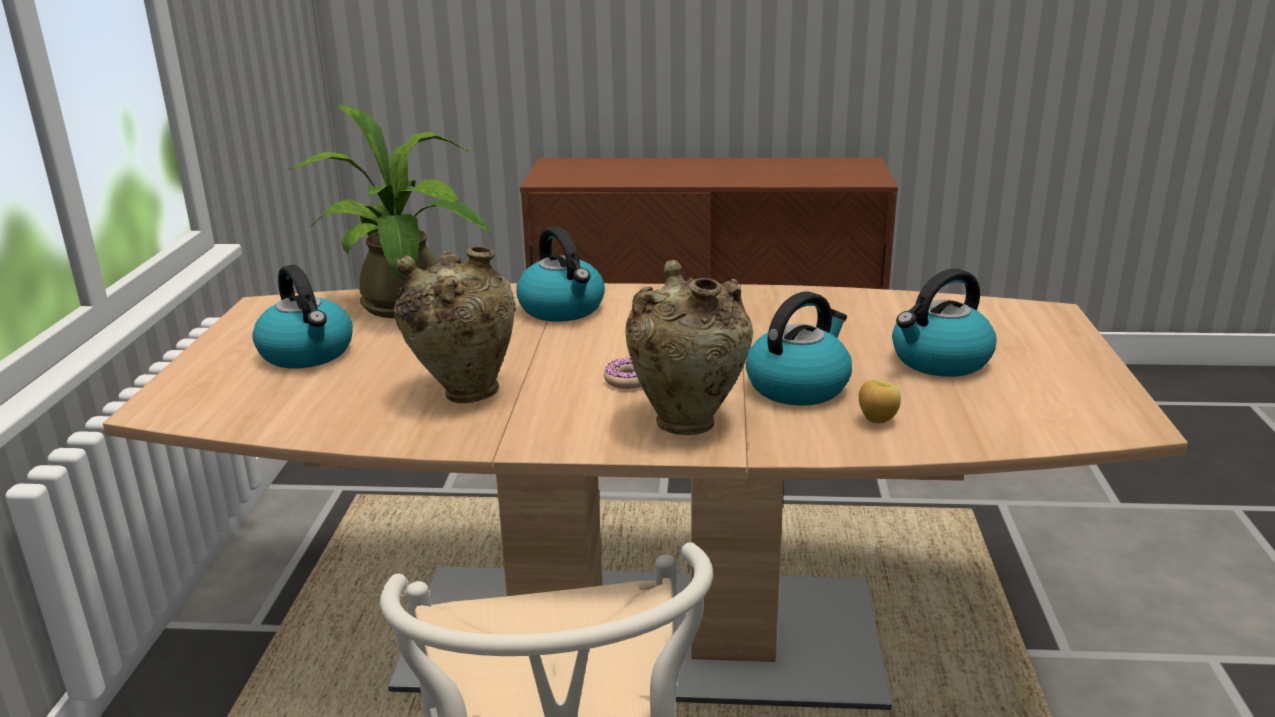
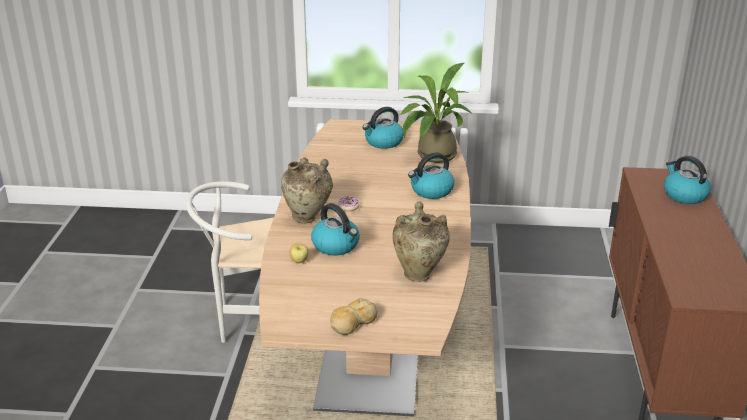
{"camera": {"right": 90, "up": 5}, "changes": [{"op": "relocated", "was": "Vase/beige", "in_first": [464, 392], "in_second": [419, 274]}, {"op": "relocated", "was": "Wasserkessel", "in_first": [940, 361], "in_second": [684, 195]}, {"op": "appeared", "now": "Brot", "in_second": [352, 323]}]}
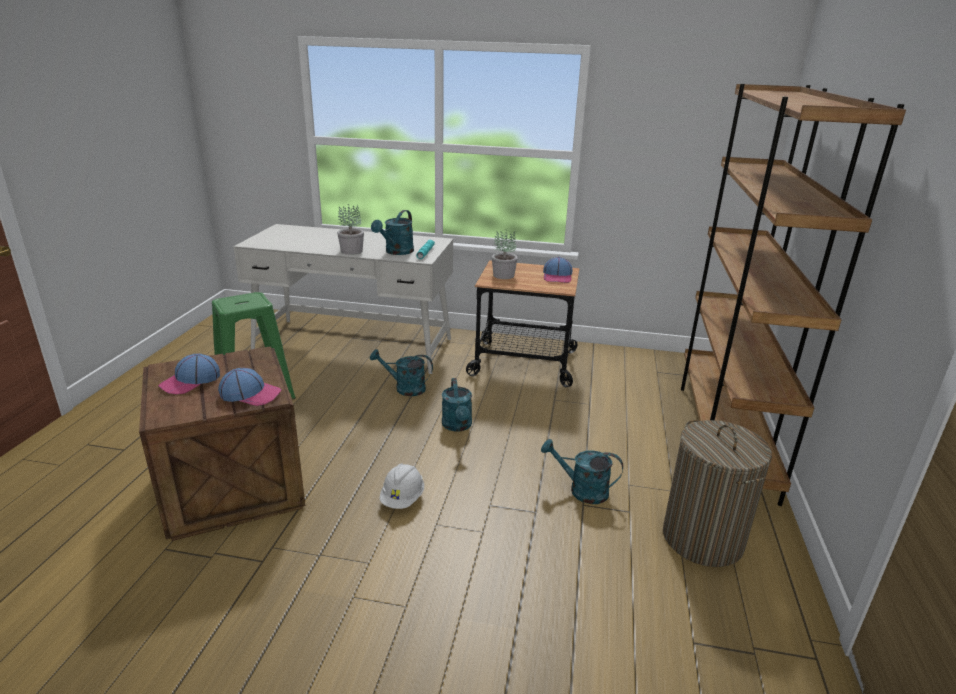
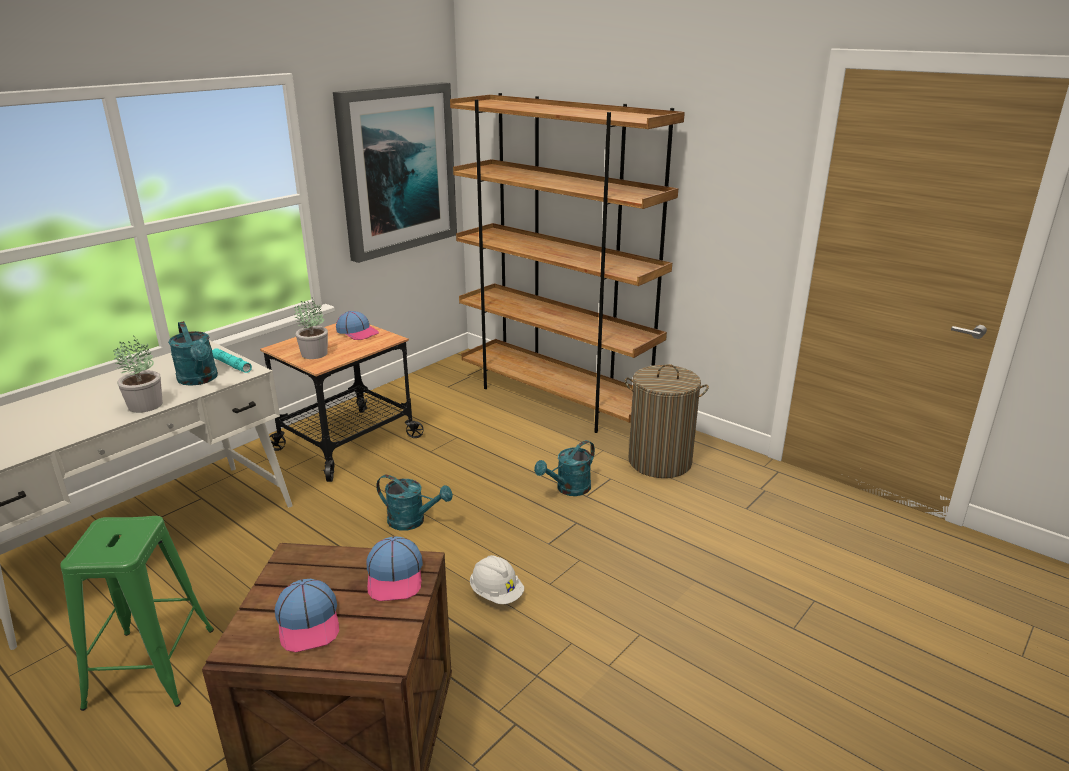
{"camera": {"right": -60, "up": 0}, "changes": [{"op": "spun", "was": "Kappe", "in_first": [250, 394], "in_second": [395, 577], "clockwise": 135}, {"op": "missing", "was": "Gießkanne/türkis", "in_first": [404, 388]}, {"op": "appeared", "now": "Bild", "in_second": [397, 170]}]}
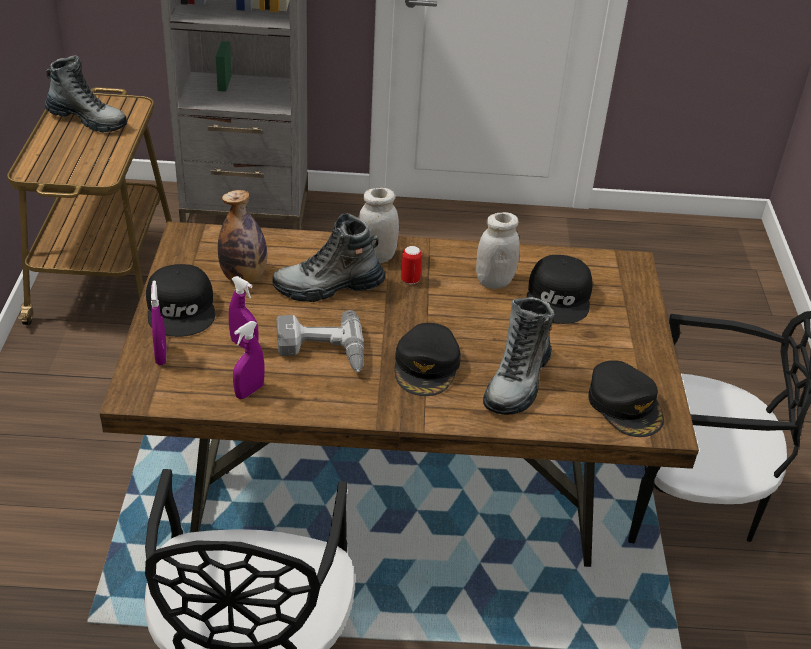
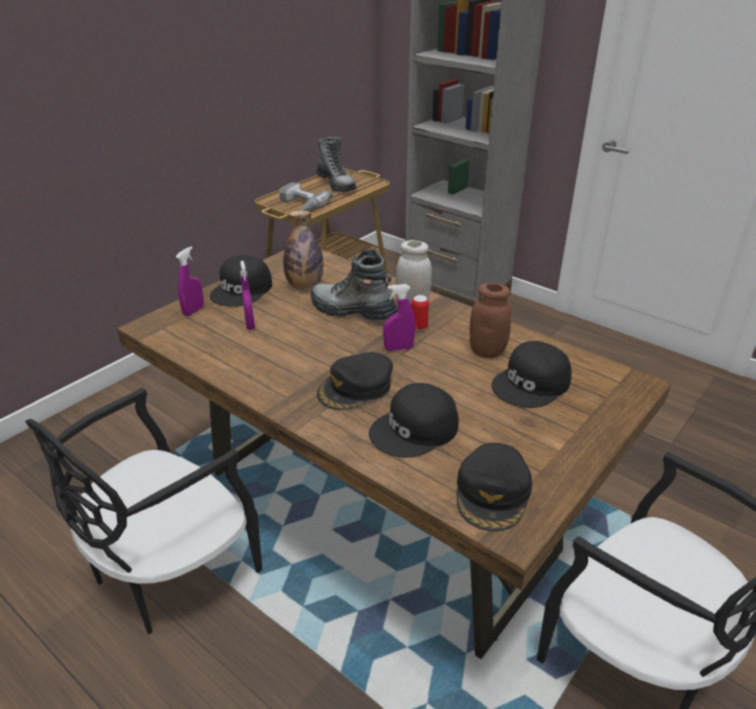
{"camera": {"right": 40, "up": -5}, "changes": [{"op": "relocated", "was": "Sprühflasche/lila", "in_first": [249, 391], "in_second": [398, 348]}, {"op": "relocated", "was": "Bohrmaschine", "in_first": [321, 353], "in_second": [301, 204]}, {"op": "colour", "was": "Vorratsglas/weiß", "now": "Vorratsglas/braun", "in_first": [494, 281], "in_second": [487, 352]}, {"op": "exchanged", "was": "Stiefel", "now": "Kappe/schwarz", "in_first": [517, 382], "in_second": [415, 430]}]}
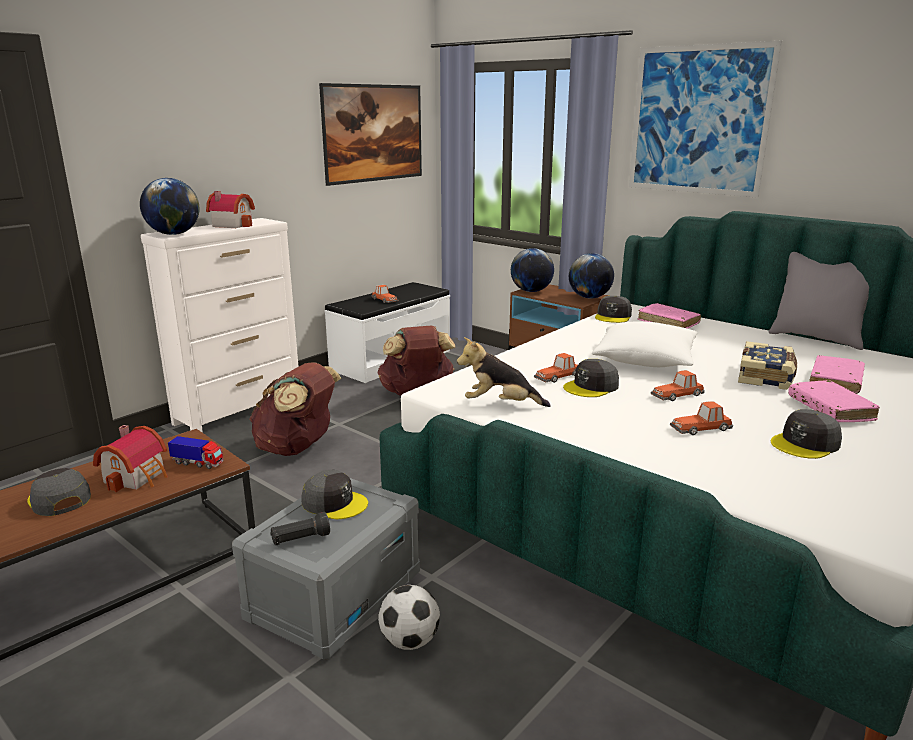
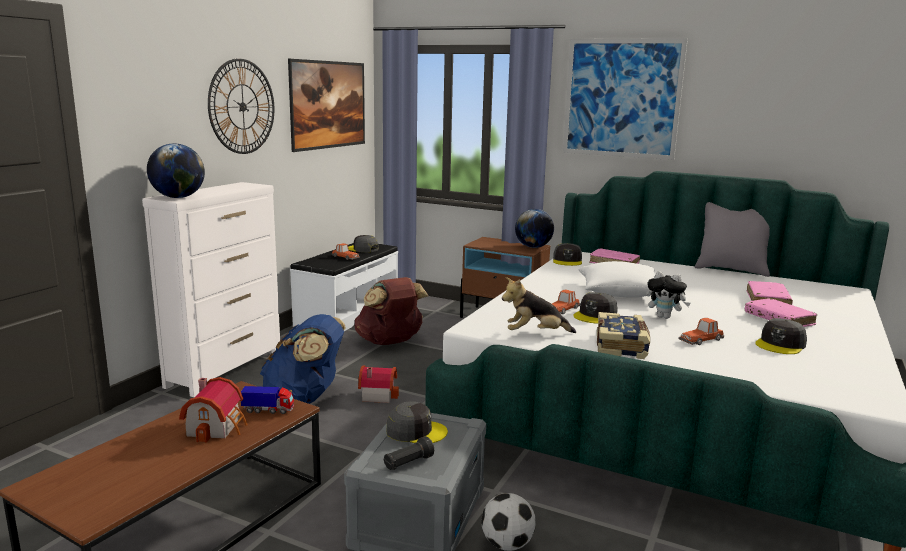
{"camera": {"right": -15, "up": -5}, "changes": [{"op": "relocated", "was": "Kappe/grau", "in_first": [59, 499], "in_second": [362, 249]}, {"op": "relocated", "was": "Spielzeughaus", "in_first": [233, 225], "in_second": [377, 395]}, {"op": "colour", "was": "Rucksack/braun", "now": "Rucksack/blau", "in_first": [297, 448], "in_second": [305, 398]}, {"op": "missing", "was": "Globus", "in_first": [531, 291]}, {"op": "exchanged", "was": "Spielzeugauto", "now": "Plüschtier", "in_first": [677, 395], "in_second": [664, 317]}, {"op": "relocated", "was": "Buch", "in_first": [766, 377], "in_second": [622, 347]}, {"op": "appeared", "now": "Wanduhr", "in_second": [242, 107]}]}
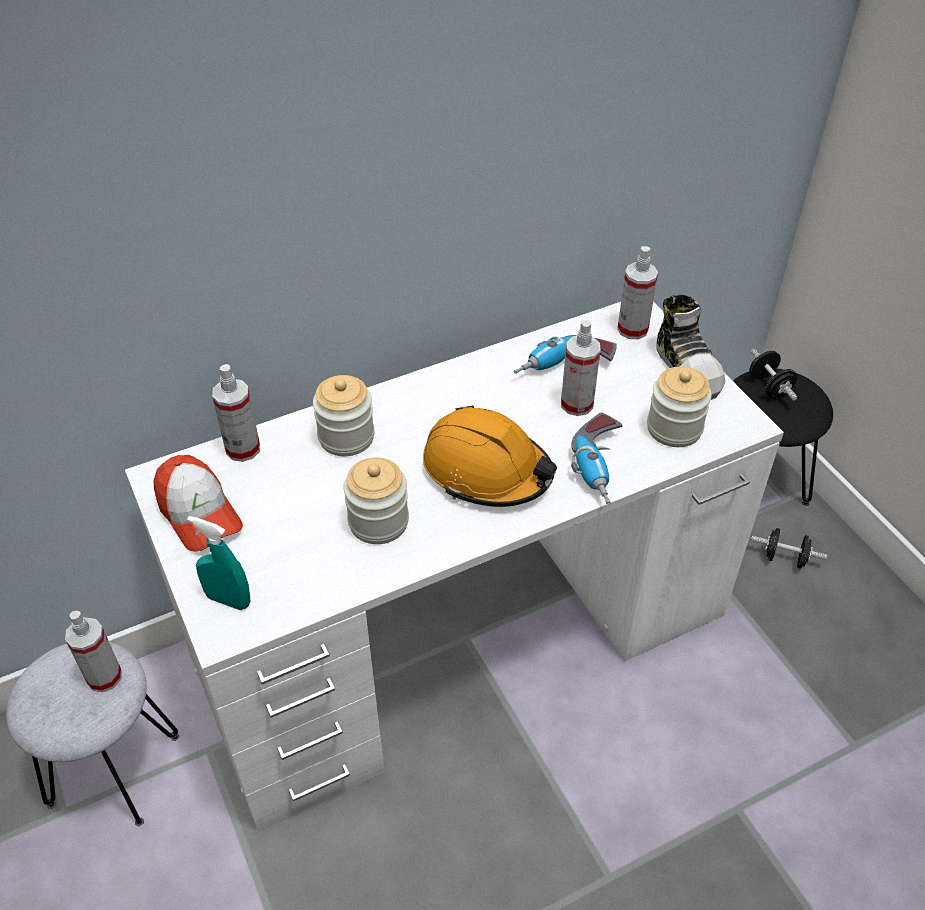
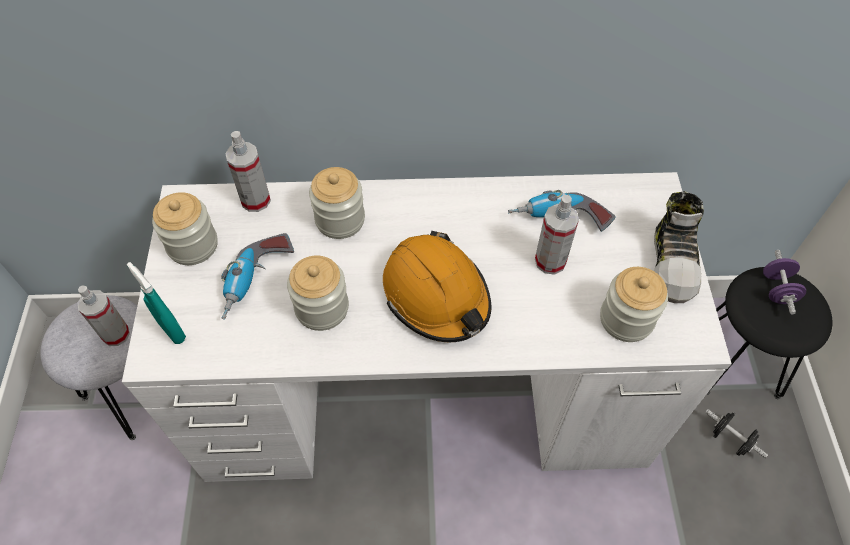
{"camera": {"right": 25, "up": 10}, "changes": [{"op": "exchanged", "was": "Kappe", "now": "Vorratsglas", "in_first": [199, 513], "in_second": [192, 245]}, {"op": "relocated", "was": "Bohrmaschine", "in_first": [601, 467], "in_second": [256, 282]}, {"op": "missing", "was": "Sprühflasche", "in_first": [632, 329]}, {"op": "colour", "was": "Hantel/schwarz", "now": "Hantel/lila", "in_first": [769, 387], "in_second": [777, 290]}]}
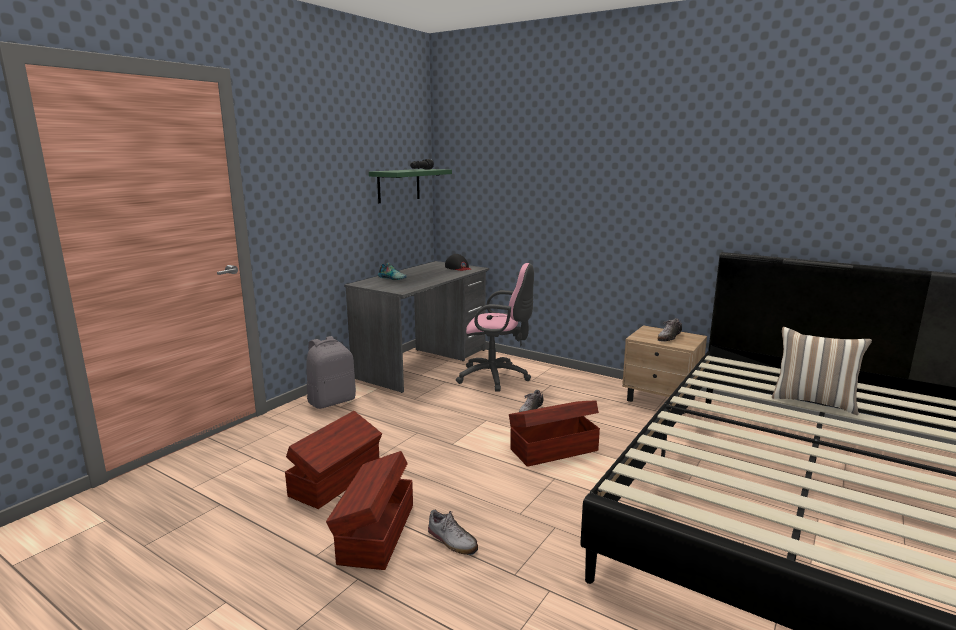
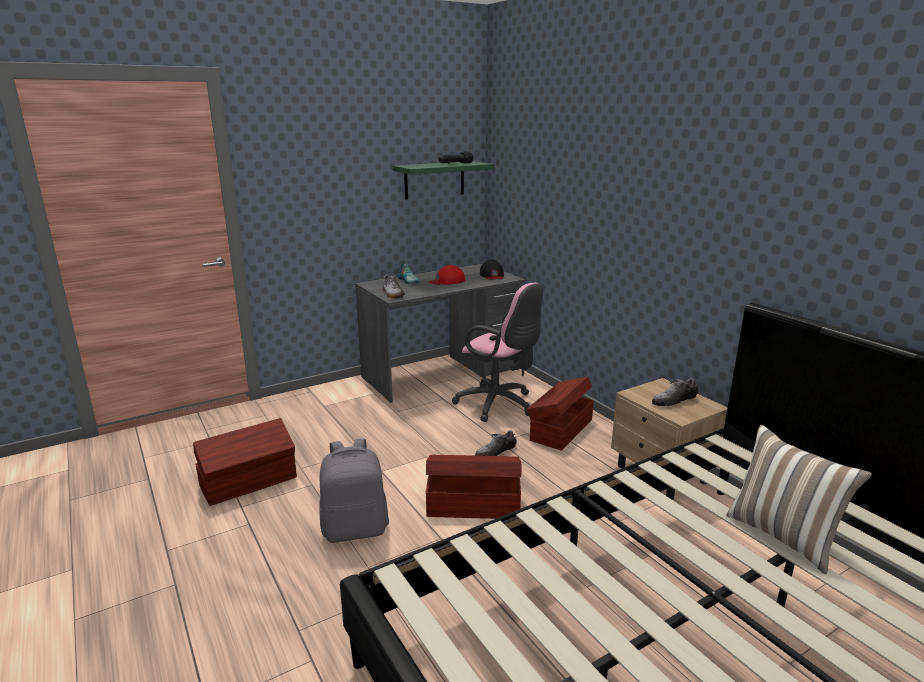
{"camera": {"right": 25, "up": 5}, "changes": [{"op": "relocated", "was": "Rucksack/grau", "in_first": [332, 401], "in_second": [355, 529]}, {"op": "relocated", "was": "Aufbewahrungsbox/braun", "in_first": [375, 533], "in_second": [560, 430]}, {"op": "relocated", "was": "Schuh", "in_first": [452, 540], "in_second": [392, 294]}, {"op": "appeared", "now": "Kappe/rot", "in_second": [447, 281]}]}
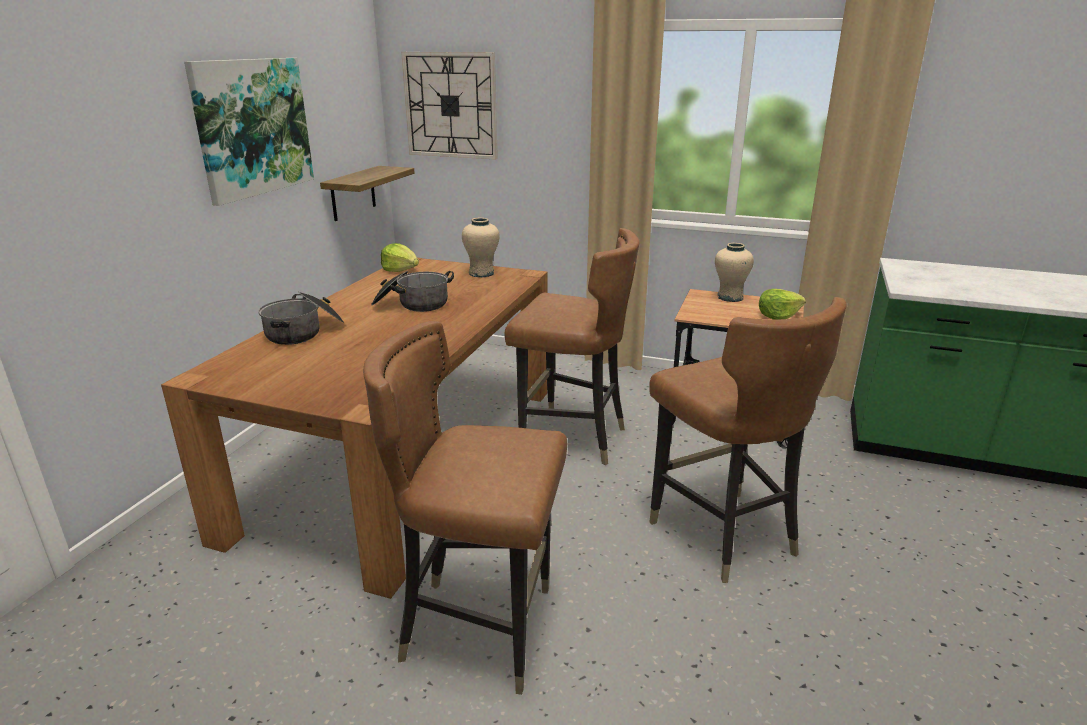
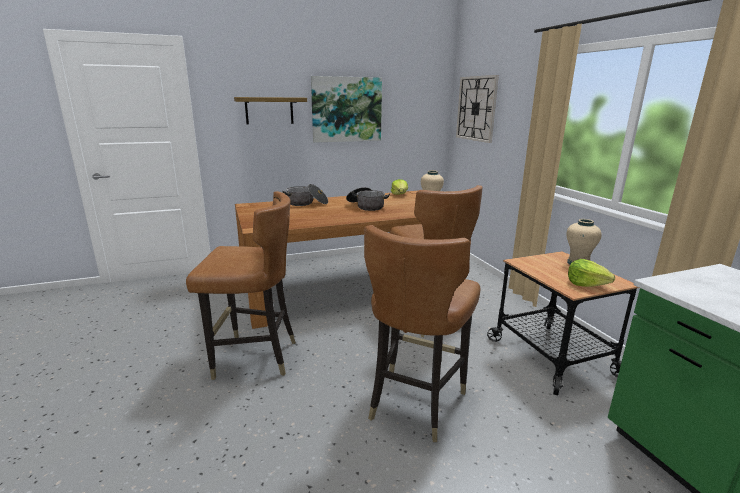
{"camera": {"right": 50, "up": -5}, "changes": [{"op": "relocated", "was": "Wandregal", "in_first": [353, 193], "in_second": [269, 110]}, {"op": "spun", "was": "Stuhl/braun", "in_first": [481, 629], "in_second": [254, 357], "clockwise": 120}]}
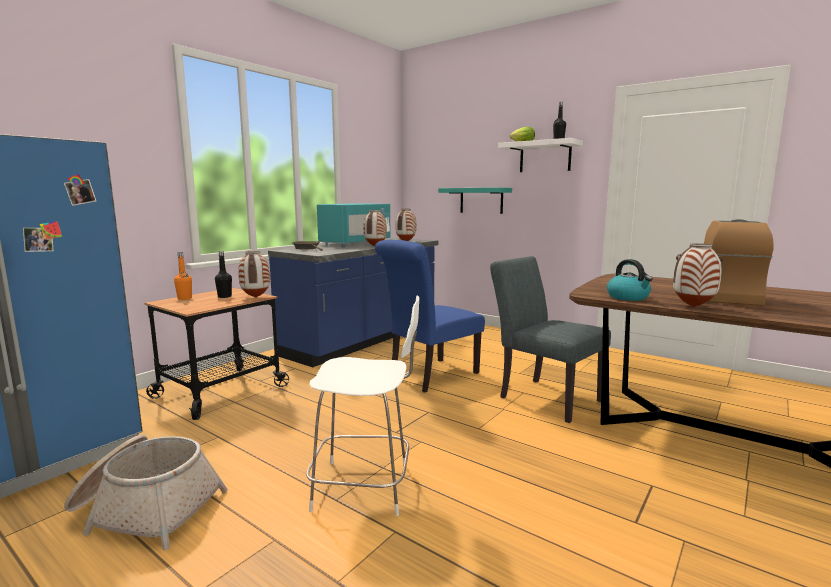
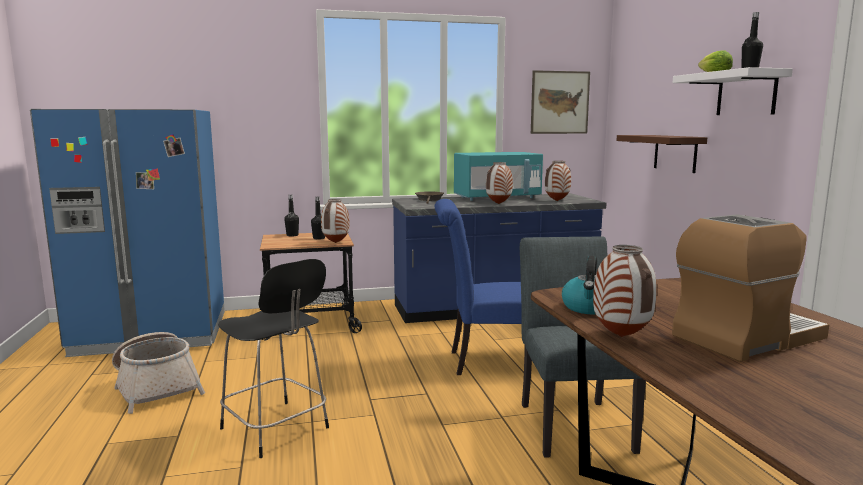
{"camera": {"right": 40, "up": 0}, "changes": [{"op": "colour", "was": "Flasche/orange", "now": "Flasche/schwarz", "in_first": [184, 298], "in_second": [292, 235]}, {"op": "colour", "was": "Stuhl/weiß", "now": "Stuhl/schwarz", "in_first": [366, 487], "in_second": [276, 429]}, {"op": "colour", "was": "Wandregal/türkis", "now": "Wandregal/braun", "in_first": [481, 200], "in_second": [675, 153]}, {"op": "appeared", "now": "Bild", "in_second": [560, 102]}]}
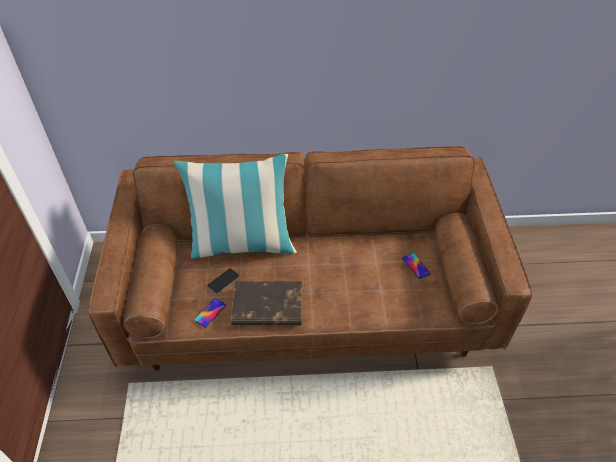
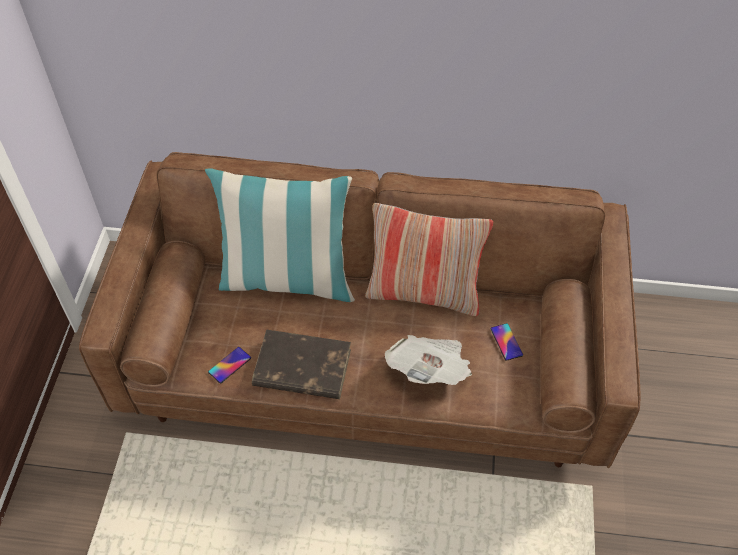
{"camera": {"right": 10, "up": 5}, "changes": [{"op": "missing", "was": "Handy", "in_first": [223, 281]}, {"op": "appeared", "now": "Kissen", "in_second": [424, 293]}, {"op": "appeared", "now": "Zeitung", "in_second": [430, 370]}]}
